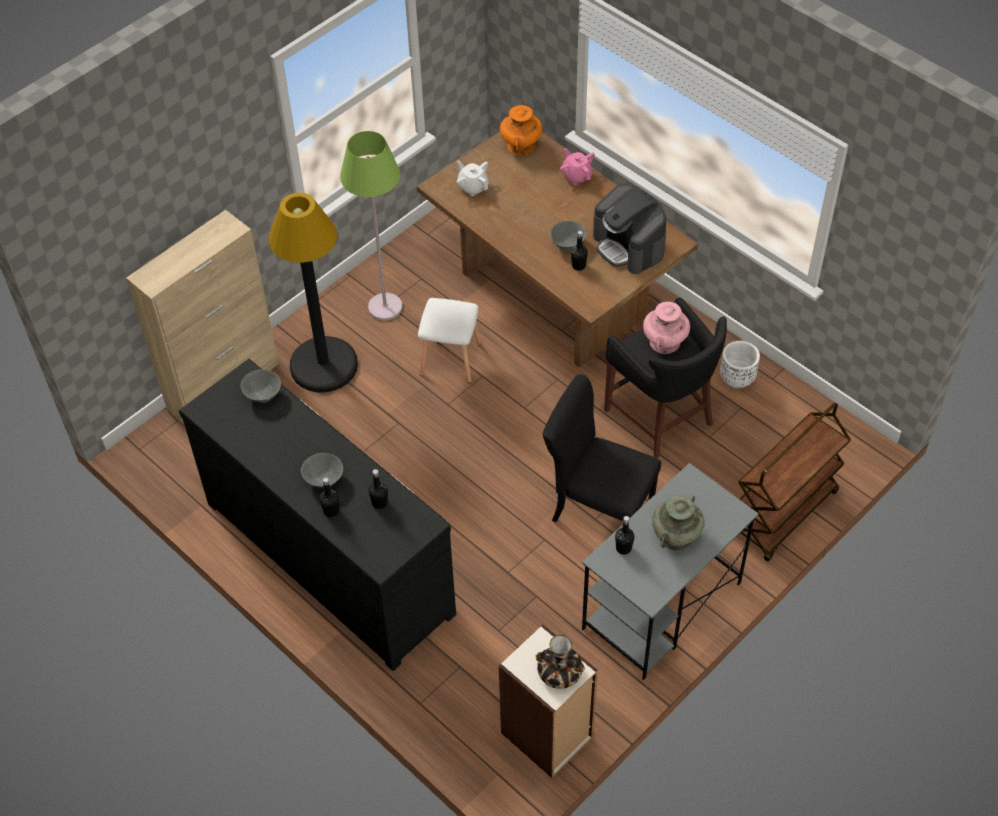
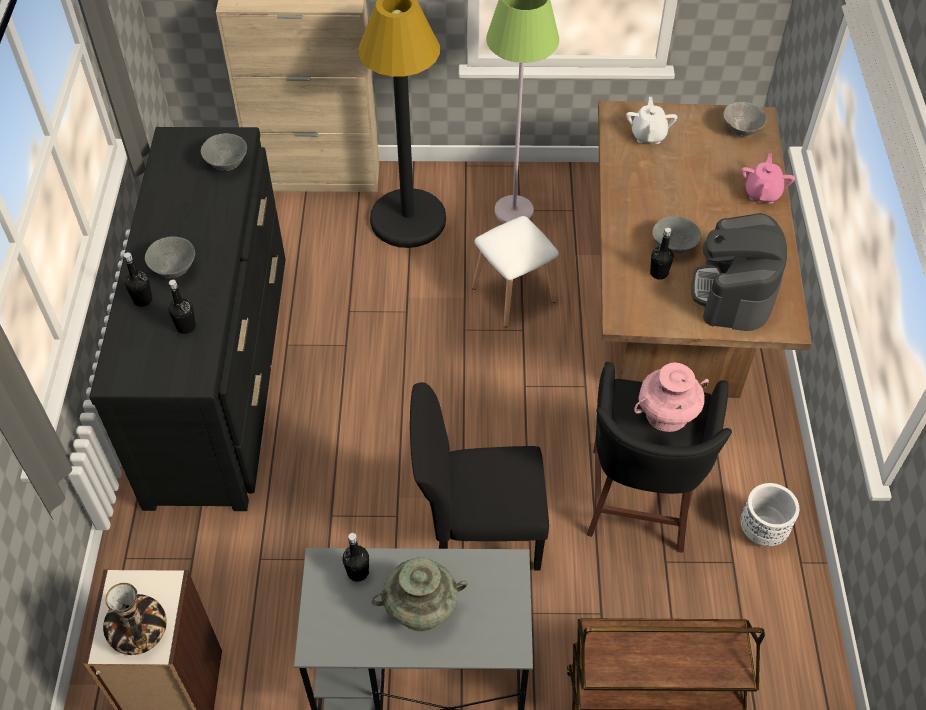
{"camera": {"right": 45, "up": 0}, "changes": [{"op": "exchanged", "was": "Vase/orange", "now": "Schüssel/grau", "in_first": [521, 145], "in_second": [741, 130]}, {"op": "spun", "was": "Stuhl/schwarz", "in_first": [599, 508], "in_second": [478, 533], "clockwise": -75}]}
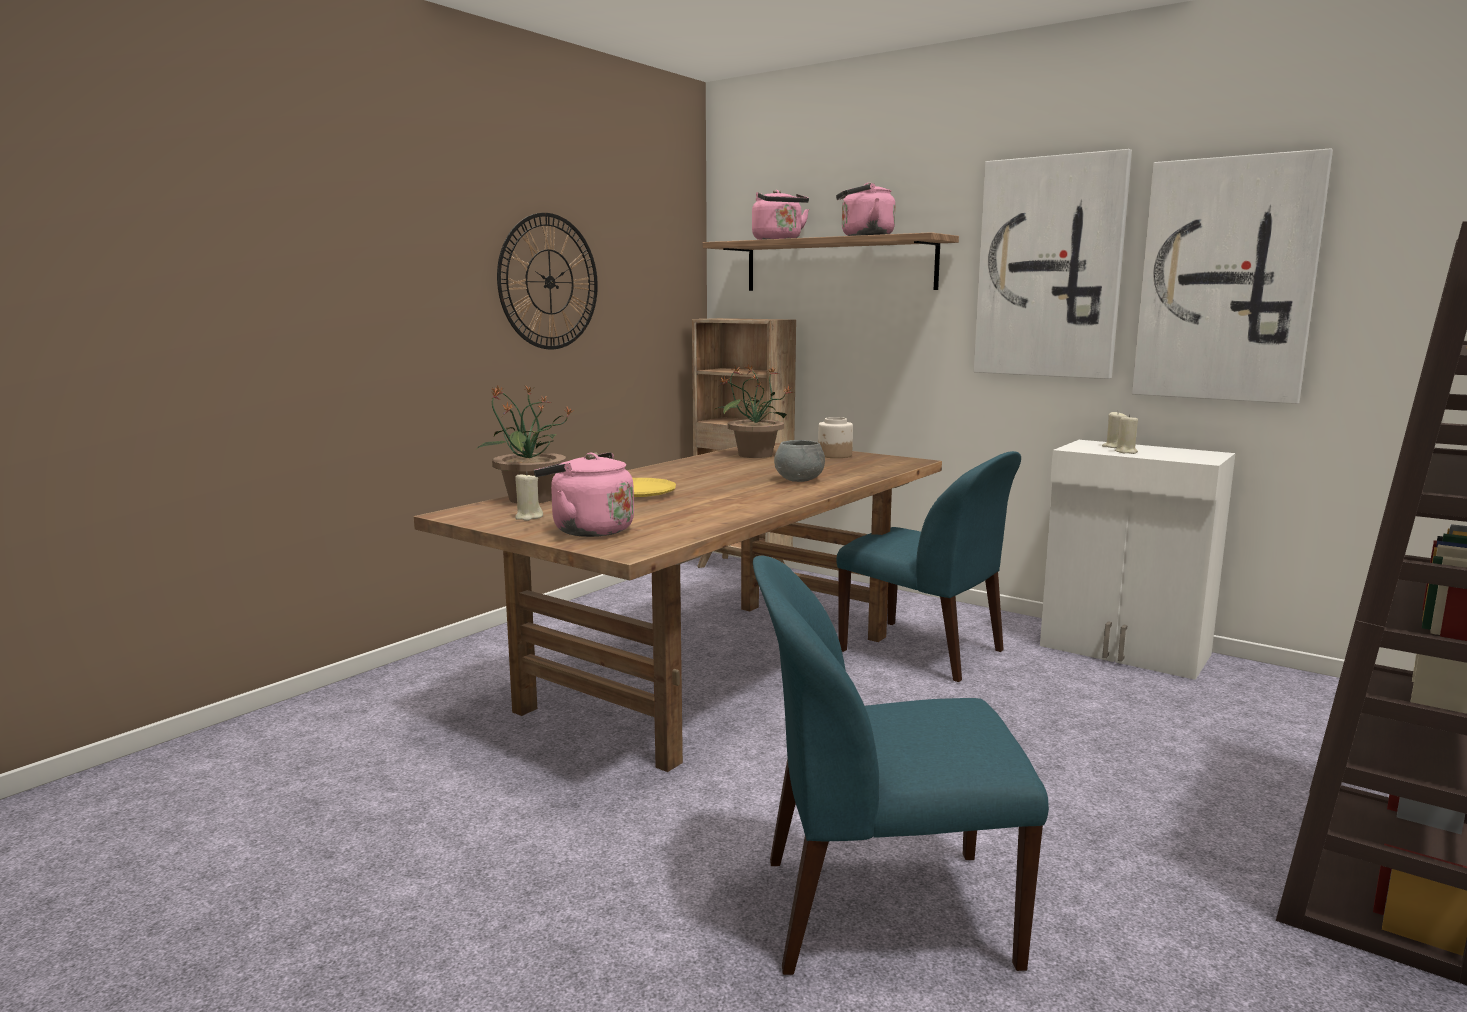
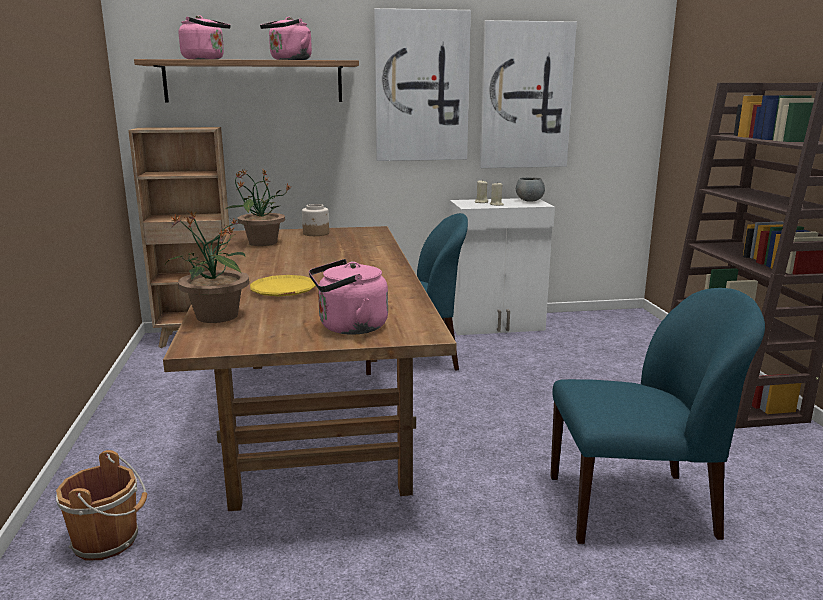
{"camera": {"right": -45, "up": 5}, "changes": [{"op": "missing", "was": "Wanduhr", "in_first": [549, 282]}, {"op": "missing", "was": "Kerze/beige", "in_first": [528, 517]}, {"op": "spun", "was": "Stuhl/blau", "in_first": [879, 911], "in_second": [635, 507], "clockwise": -135}, {"op": "relocated", "was": "Schüssel/grau", "in_first": [800, 480], "in_second": [529, 201]}, {"op": "appeared", "now": "Eimer/braun", "in_second": [109, 540]}]}
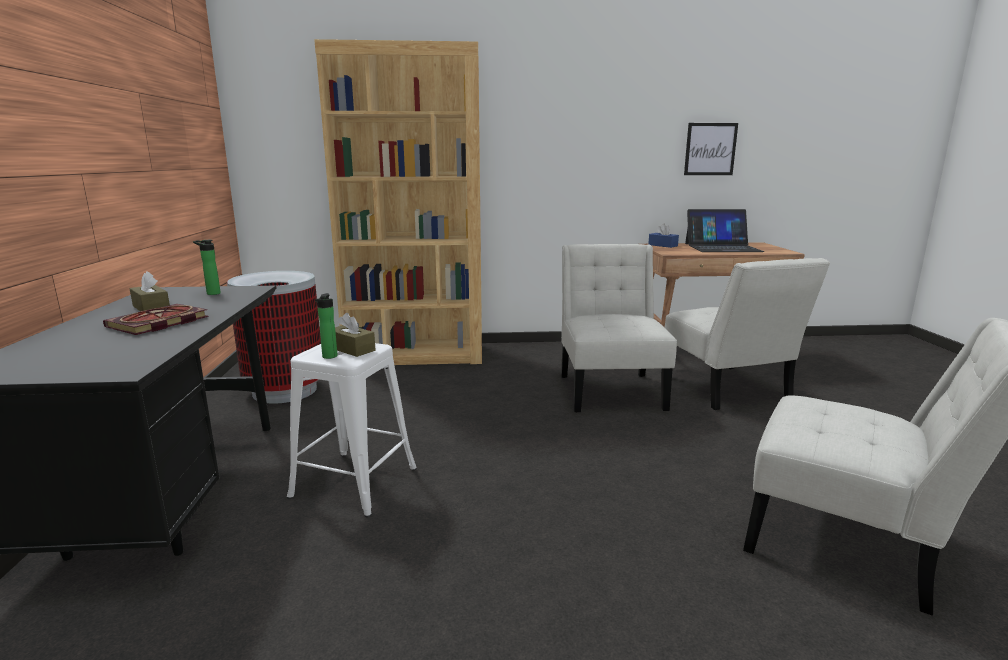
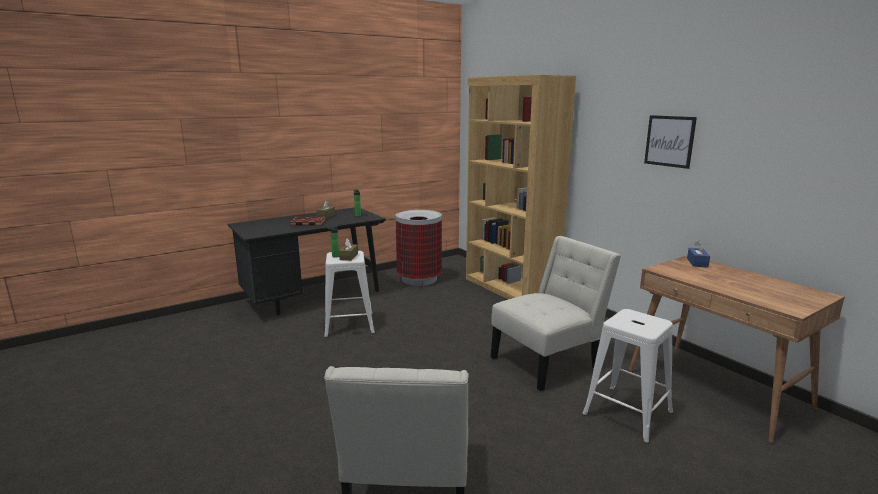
{"camera": {"right": 60, "up": 0}, "changes": [{"op": "exchanged", "was": "Stuhl/weiß", "now": "Hocker/weiß", "in_first": [728, 390], "in_second": [627, 413]}, {"op": "relocated", "was": "Bild", "in_first": [710, 149], "in_second": [669, 141]}, {"op": "missing", "was": "Laptop", "in_first": [722, 247]}]}
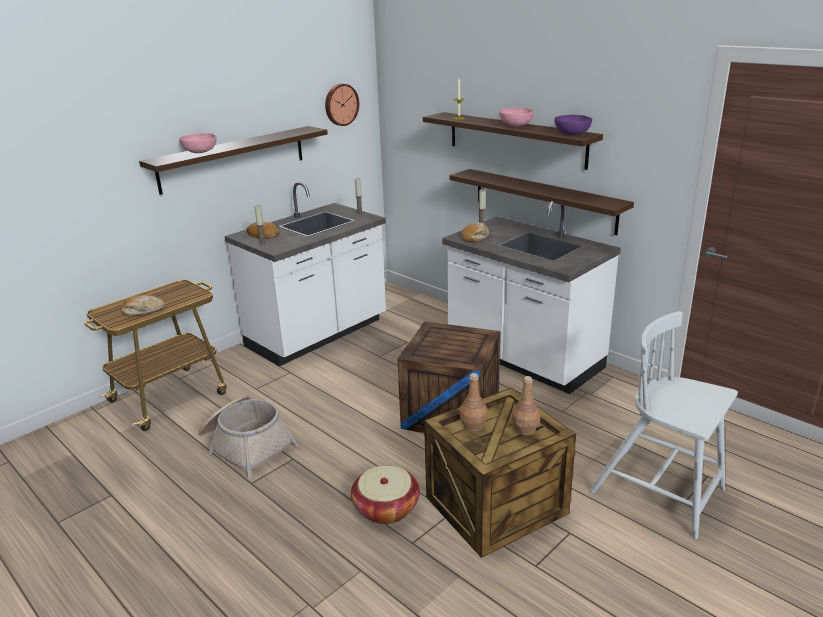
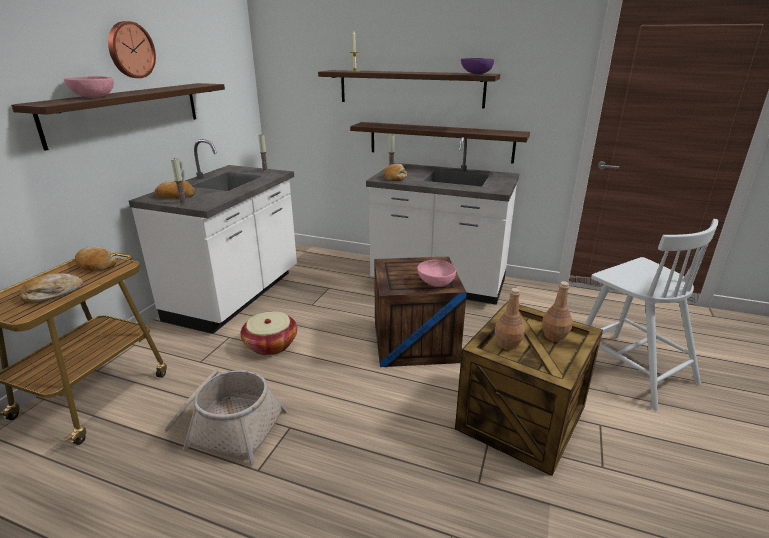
{"camera": {"right": -25, "up": 0}, "changes": [{"op": "relocated", "was": "Wanduhr", "in_first": [340, 104], "in_second": [130, 50]}, {"op": "relocated", "was": "Korb", "in_first": [386, 508], "in_second": [271, 345]}, {"op": "relocated", "was": "Schüssel/rosa", "in_first": [515, 125], "in_second": [435, 282]}, {"op": "spun", "was": "Stuhl/weiß", "in_first": [659, 492], "in_second": [630, 368], "clockwise": -135}, {"op": "appeared", "now": "Brot", "in_second": [96, 265]}]}
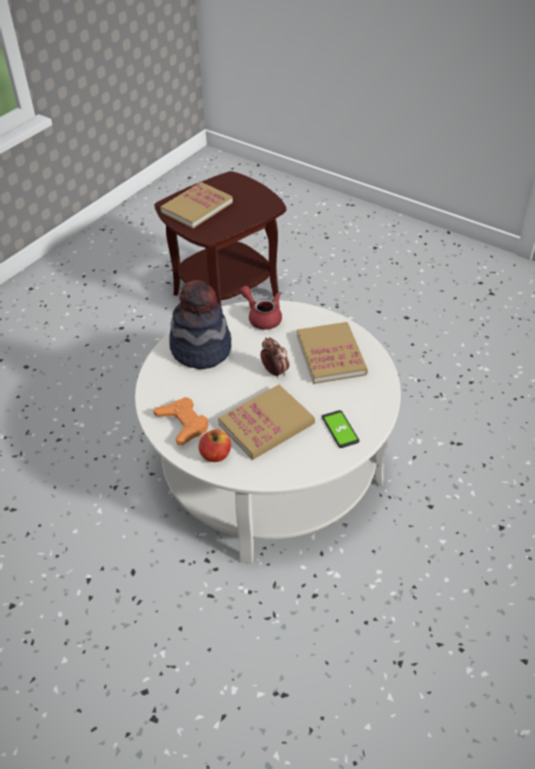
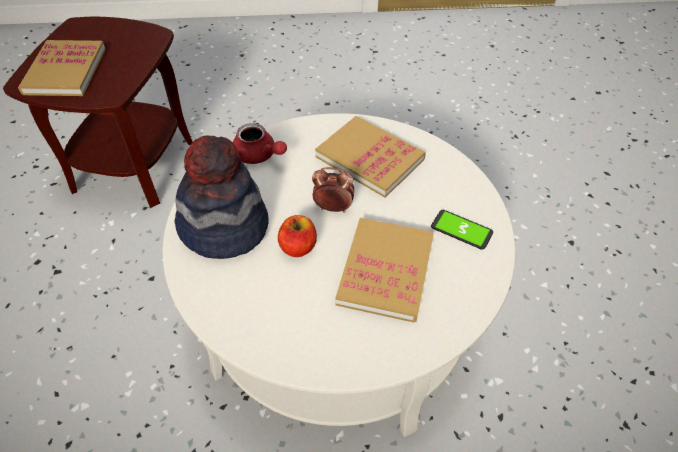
{"camera": {"right": -40, "up": 5}, "changes": [{"op": "missing", "was": "Gamepad/orange", "in_first": [183, 423]}, {"op": "relocated", "was": "Apfel", "in_first": [216, 455], "in_second": [298, 247]}, {"op": "spun", "was": "Teekanne/rot", "in_first": [262, 317], "in_second": [258, 156], "clockwise": -150}]}
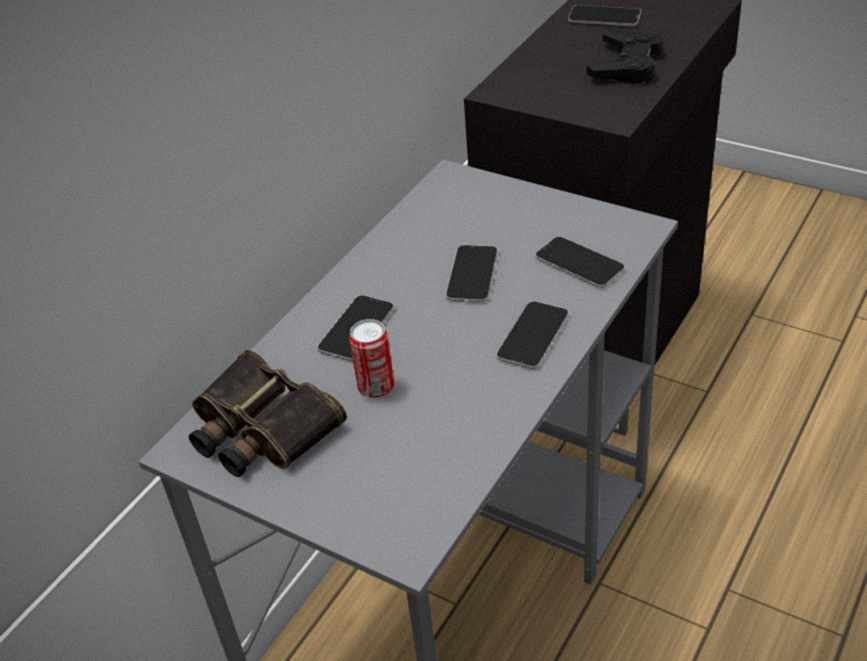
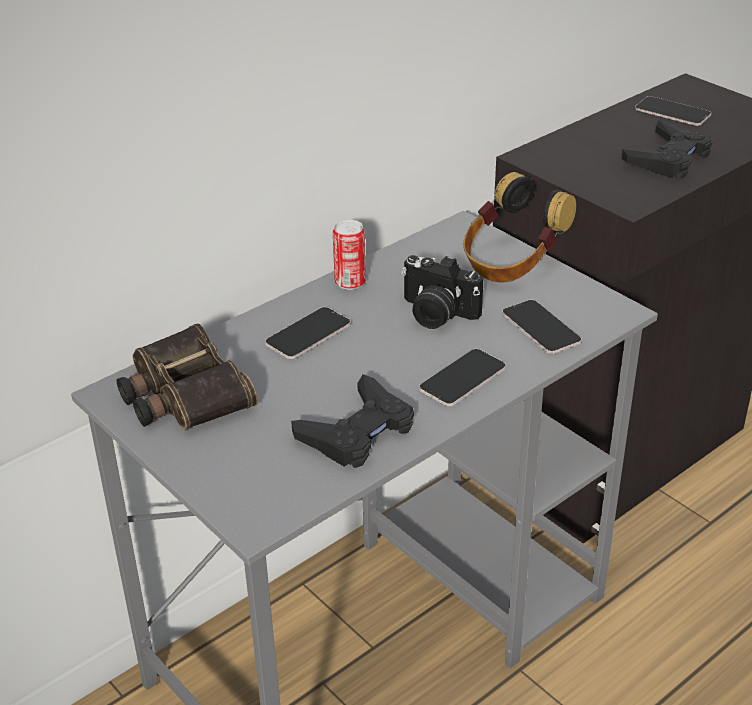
{"camera": {"right": 15, "up": -5}, "changes": [{"op": "relocated", "was": "Dose", "in_first": [376, 387], "in_second": [350, 282]}, {"op": "exchanged", "was": "Handy", "now": "Kamera", "in_first": [472, 274], "in_second": [436, 314]}, {"op": "appeared", "now": "Gamepad/schwarz", "in_second": [358, 432]}, {"op": "appeared", "now": "Kopfhörer", "in_second": [511, 263]}]}
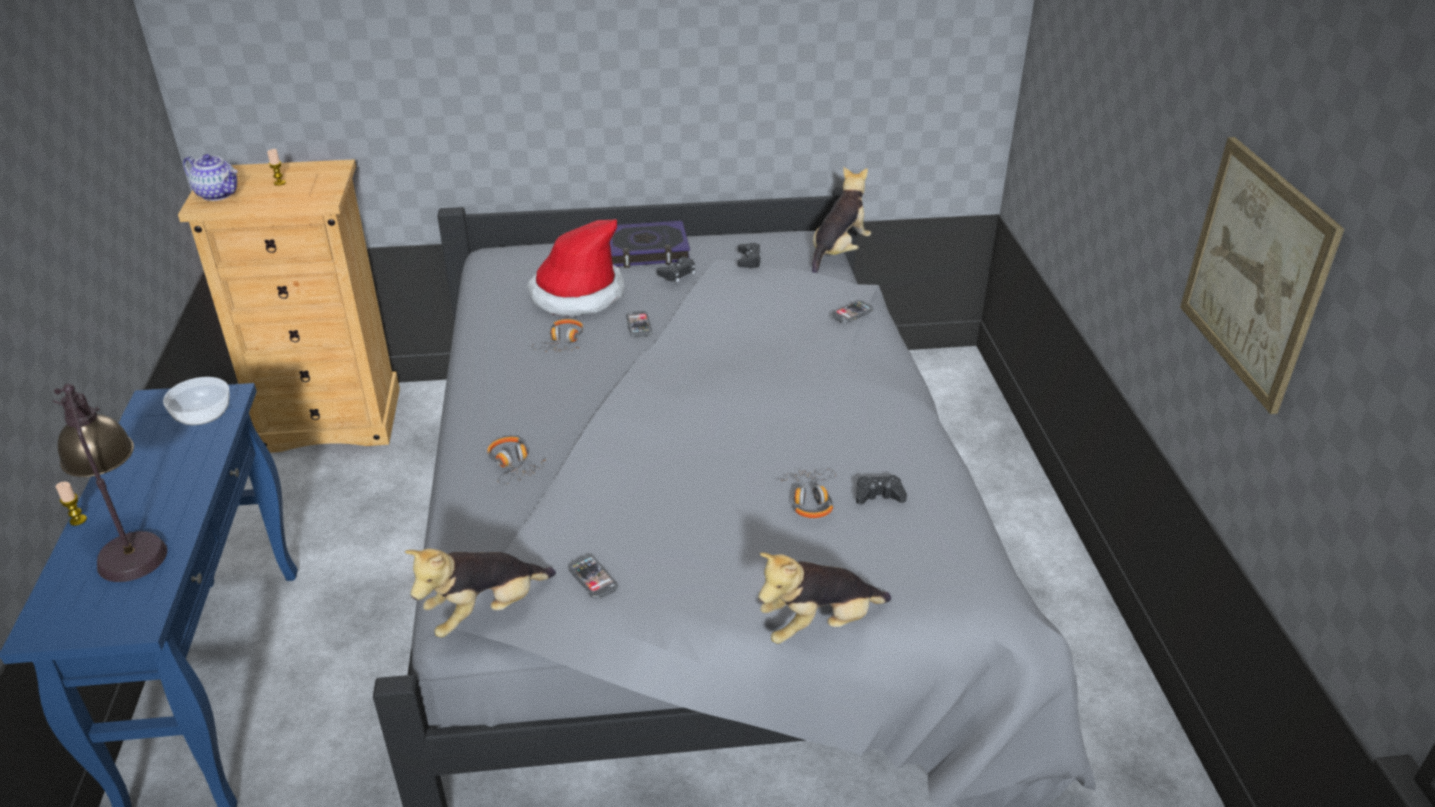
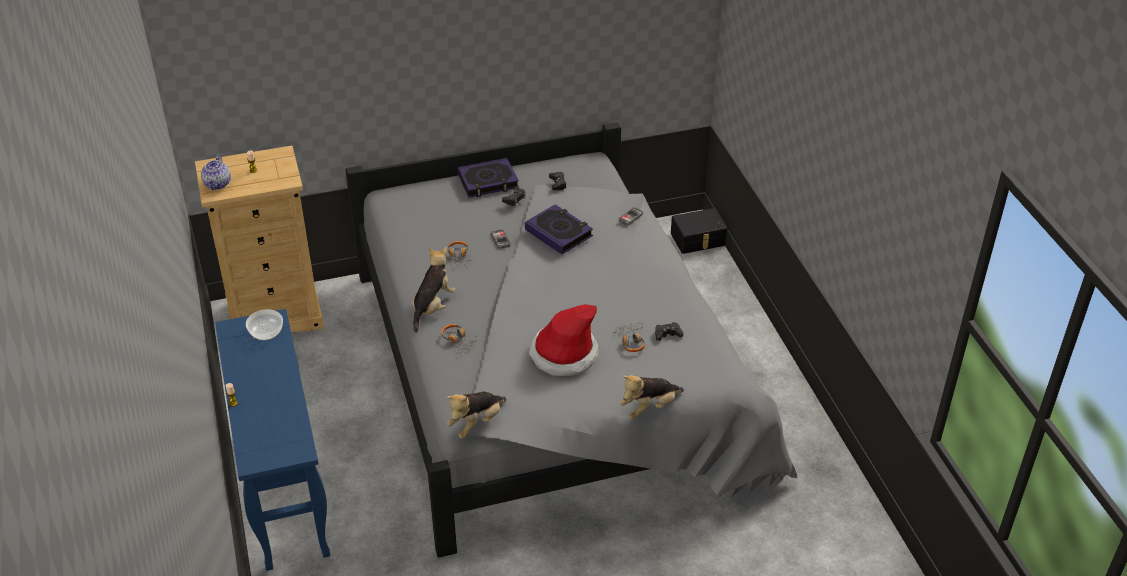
{"camera": {"right": -10, "up": 5}, "changes": [{"op": "missing", "was": "Tischlampe", "in_first": [129, 543]}, {"op": "spun", "was": "Teekanne", "in_first": [218, 194], "in_second": [218, 184], "clockwise": 75}, {"op": "relocated", "was": "Hut", "in_first": [577, 294], "in_second": [563, 354]}, {"op": "missing", "was": "Handy", "in_first": [592, 578]}, {"op": "relocated", "was": "Plüschtier", "in_first": [838, 252], "in_second": [432, 307]}, {"op": "missing", "was": "Bild", "in_first": [1255, 272]}, {"op": "appeared", "now": "Buch", "in_second": [558, 233]}, {"op": "appeared", "now": "Aufbewahrungsbox/schwarz", "in_second": [699, 240]}]}
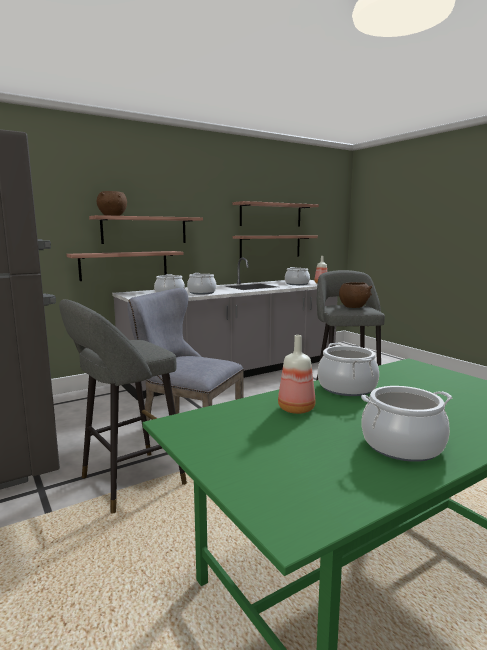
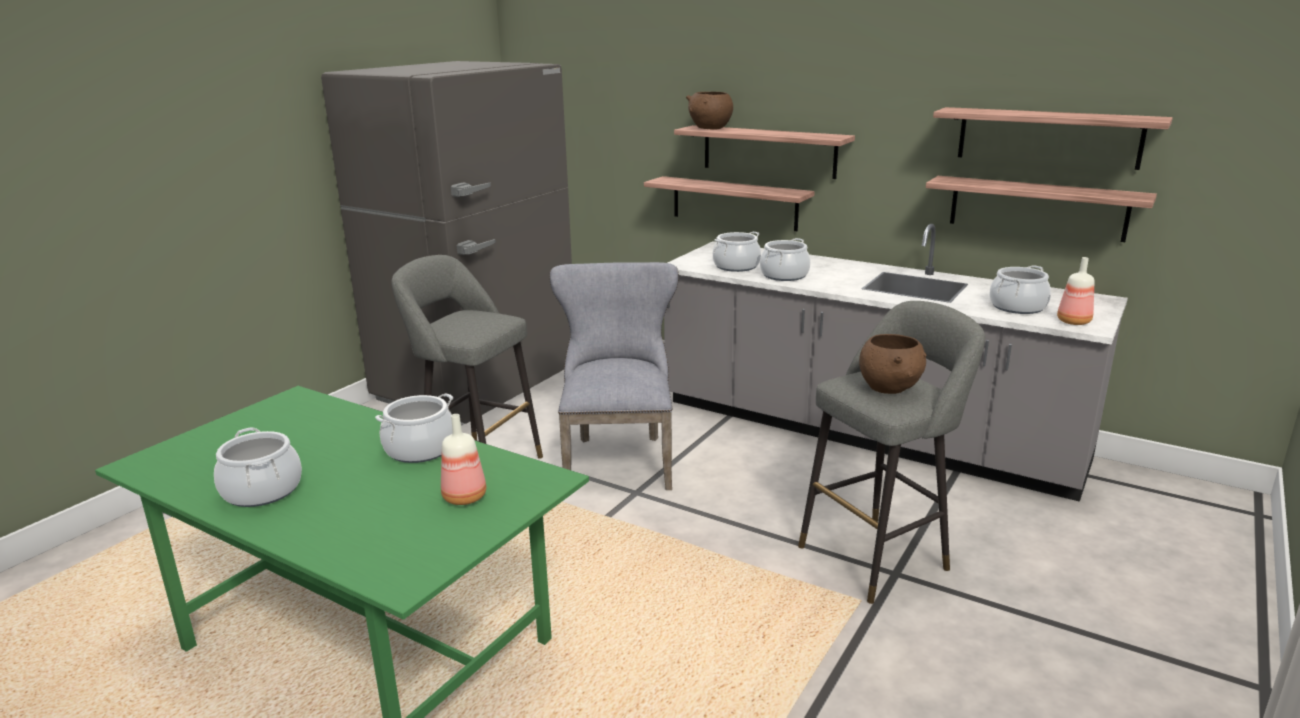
{"camera": {"right": 65, "up": 10}, "changes": [{"op": "relocated", "was": "Flasche", "in_first": [296, 408], "in_second": [466, 497]}]}
